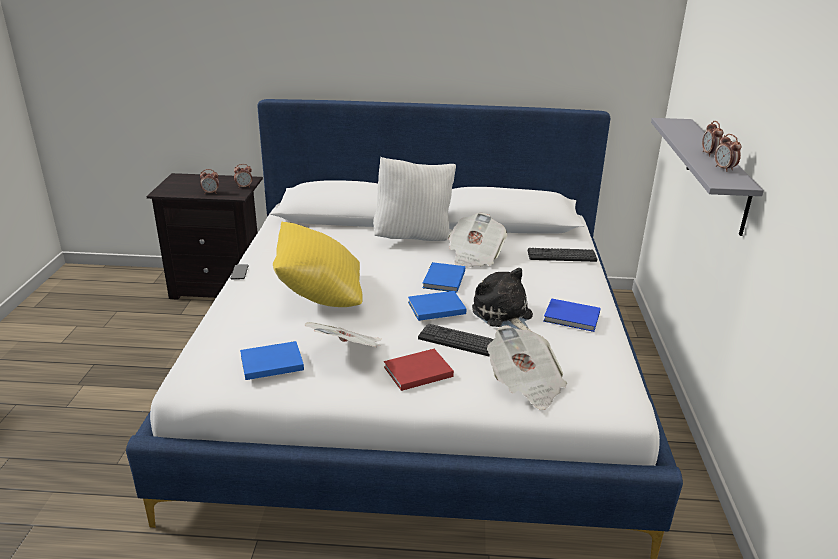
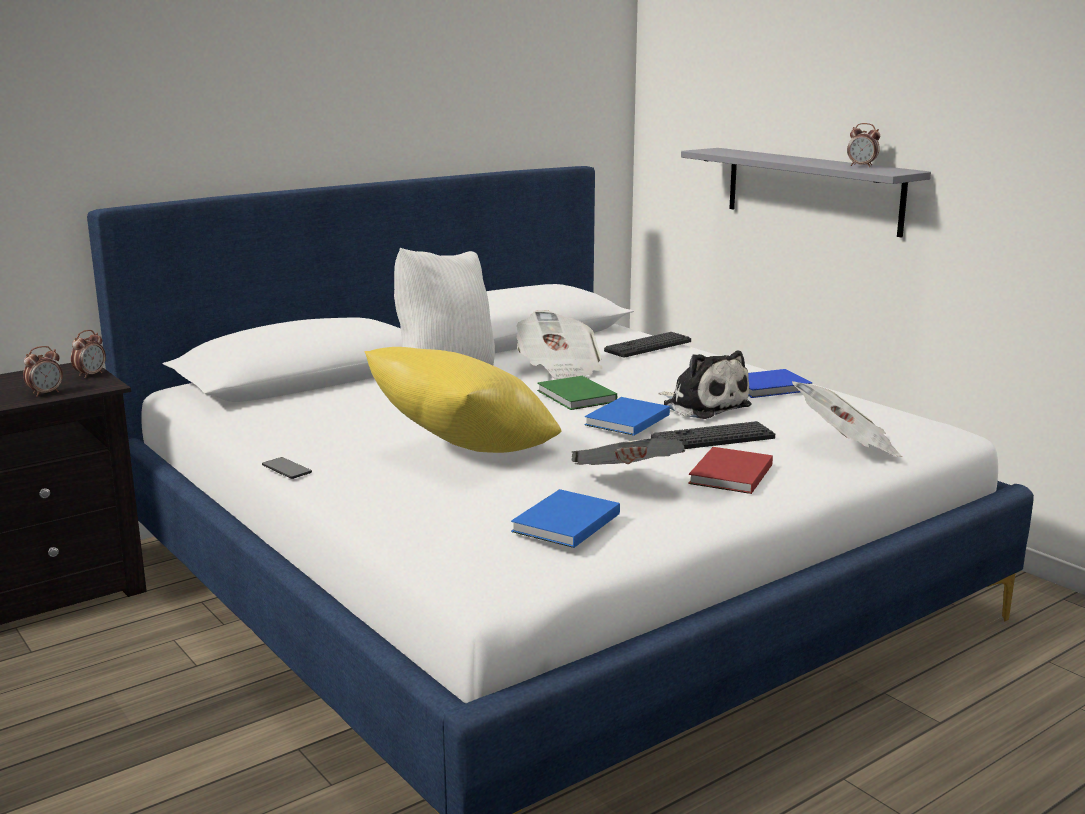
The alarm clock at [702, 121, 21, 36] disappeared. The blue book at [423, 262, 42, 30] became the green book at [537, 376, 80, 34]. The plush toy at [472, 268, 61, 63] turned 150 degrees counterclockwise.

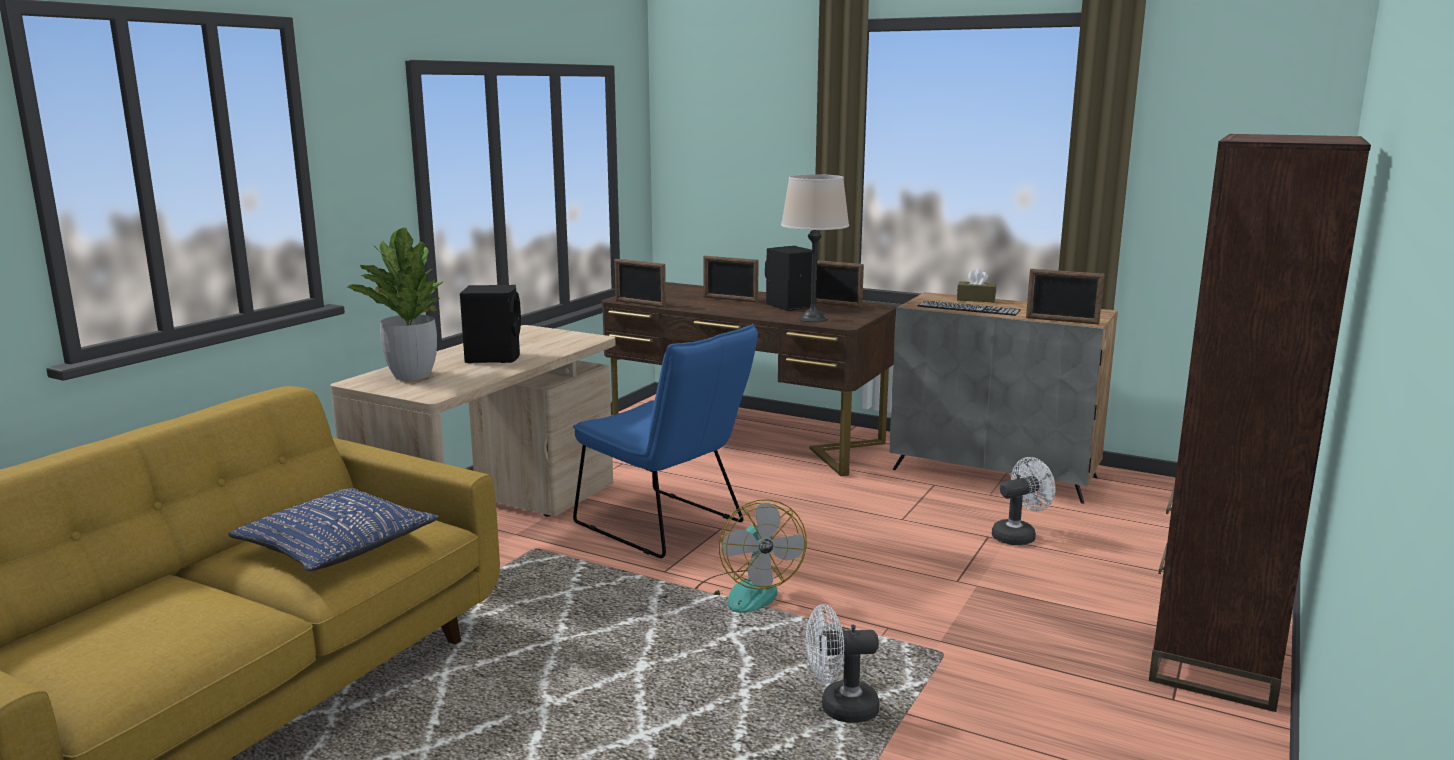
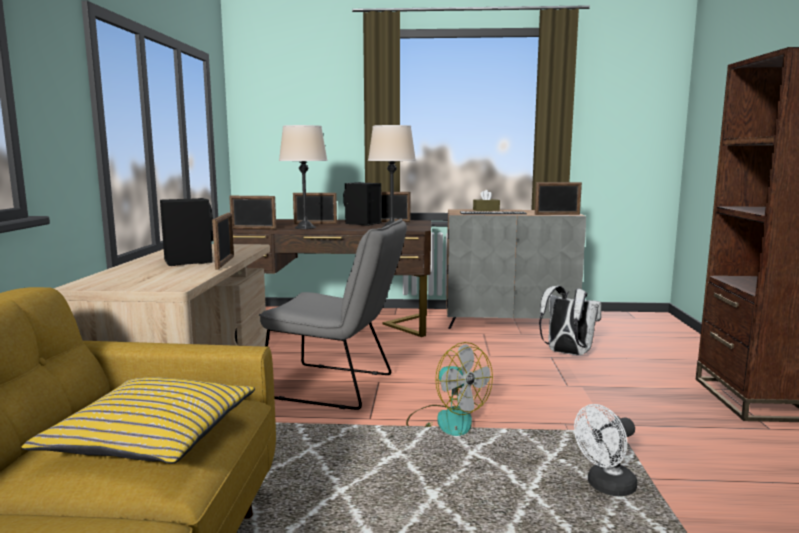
The potted plant at [347, 228, 98, 152] disappeared. The blue chair at [573, 323, 185, 235] became the grey chair at [259, 218, 148, 192]. The white fan at [992, 457, 63, 88] was replaced by the white backpack at [539, 286, 62, 69]. The blue pillow at [228, 488, 211, 83] became the yellow pillow at [22, 377, 233, 87]. The beige table lamp at [279, 125, 49, 104] appeared. The picture frame at [212, 212, 22, 58] appeared.

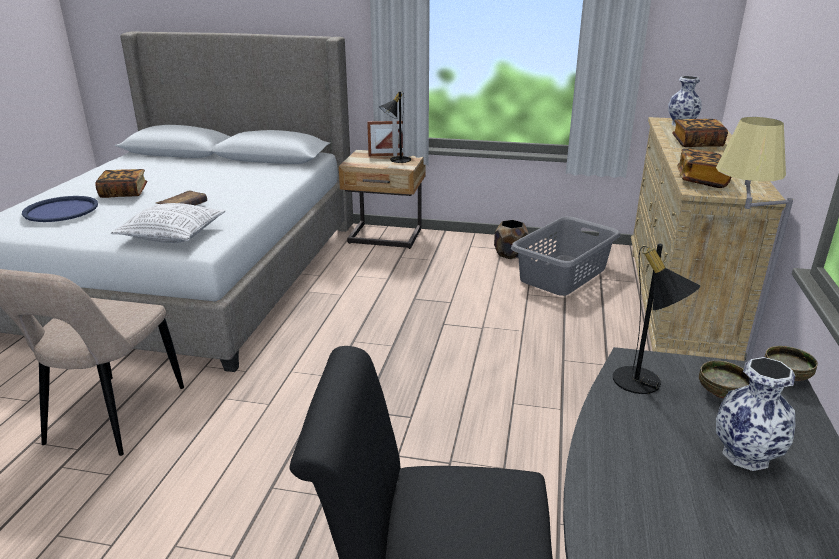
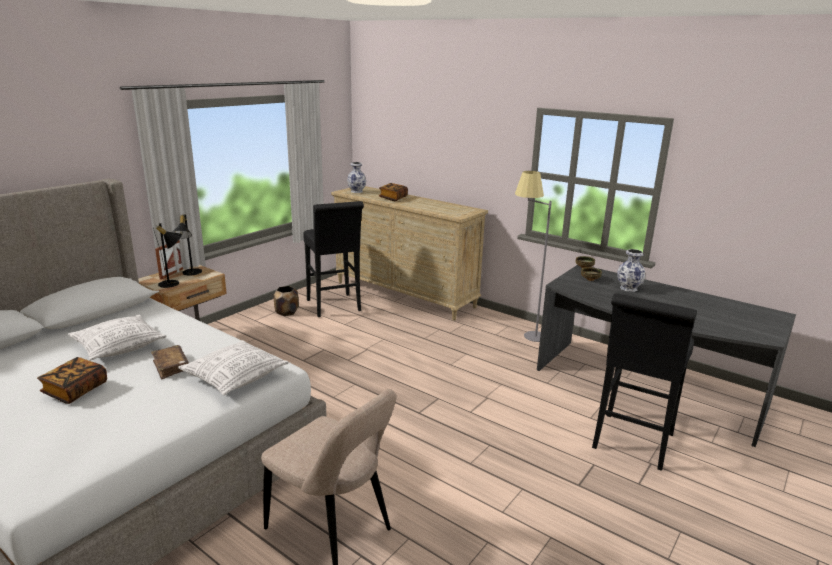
The book at [677, 149, 54, 39] disappeared. The blue tray at [22, 196, 76, 26] disappeared. The grey laundry basket at [511, 217, 110, 79] was replaced by the black stool at [303, 201, 61, 116]. The black table lamp moved from [613, 243, 88, 151] to [154, 223, 28, 65]. The pillow at [68, 315, 99, 45] appeared.

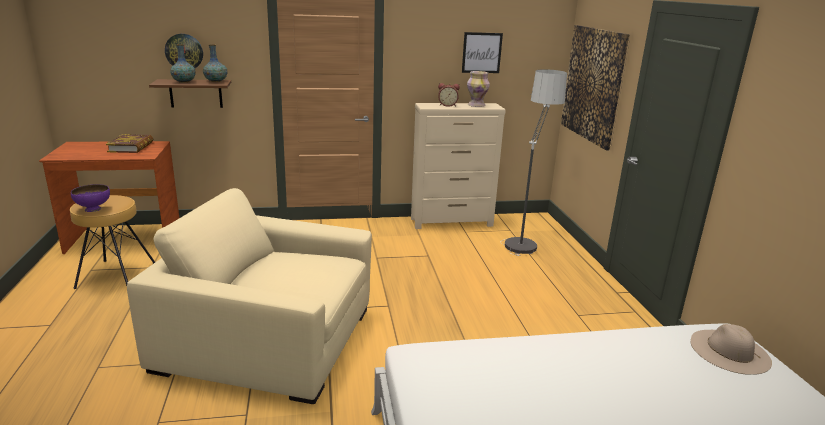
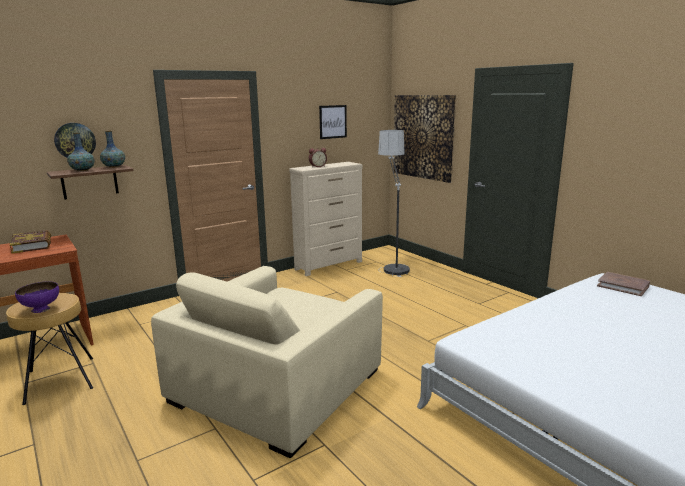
The vase at [467, 71, 23, 36] disappeared. The beige armchair at [127, 188, 245, 216] turned 45 degrees counterclockwise. The beige hat at [691, 324, 81, 51] was replaced by the brown book at [597, 272, 53, 24].

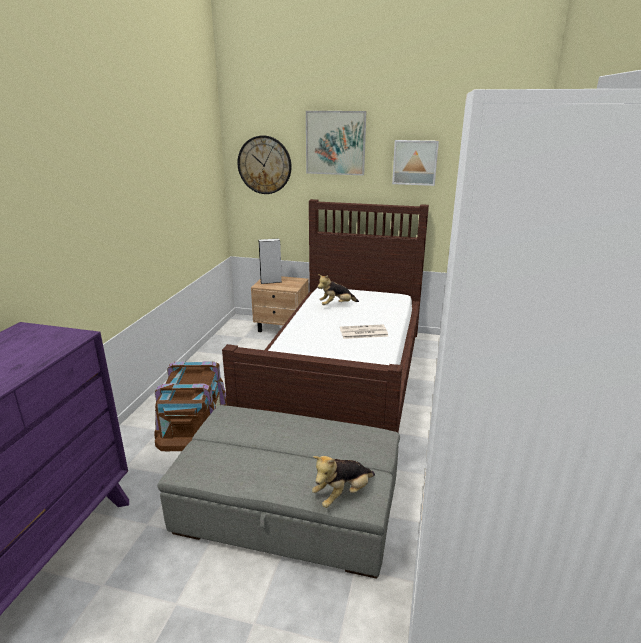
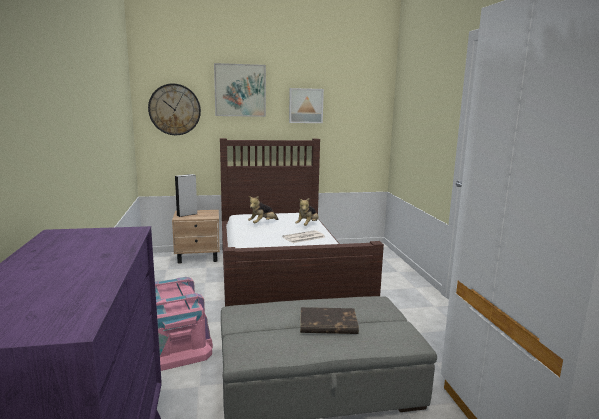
The brown storage box at [154, 361, 73, 90] became the pink storage box at [155, 277, 58, 94]. The plush toy moved from [312, 456, 63, 52] to [295, 198, 23, 28]. The brown book at [300, 307, 59, 27] appeared.

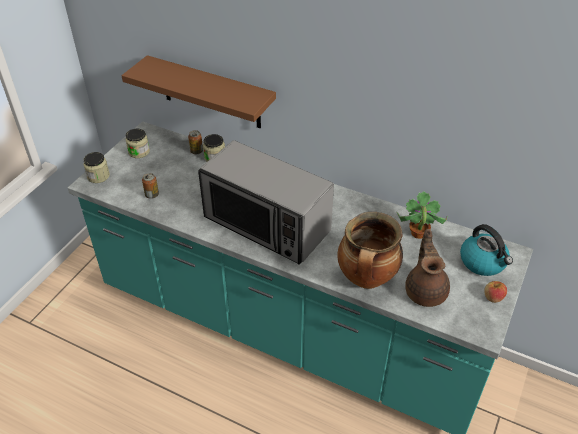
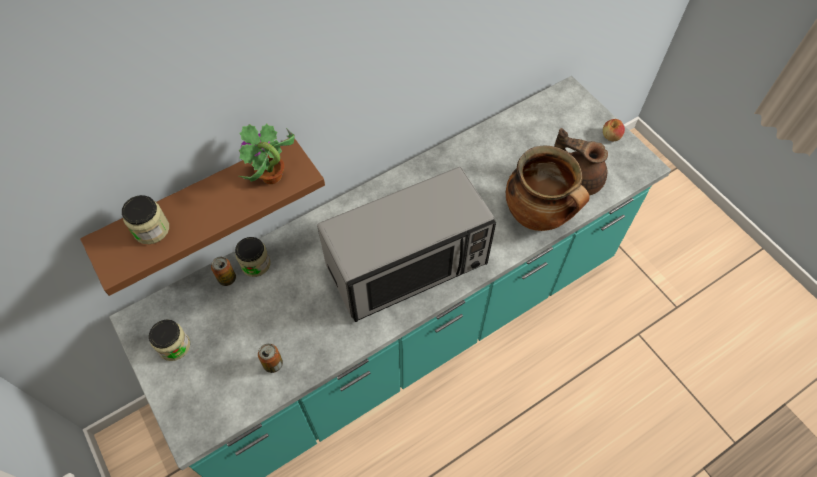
The jar moved from [83, 152, 27, 31] to [122, 195, 47, 49]. The potted plant moved from [397, 191, 51, 48] to [239, 124, 56, 60]. The kettle at [460, 224, 53, 52] disappeared.

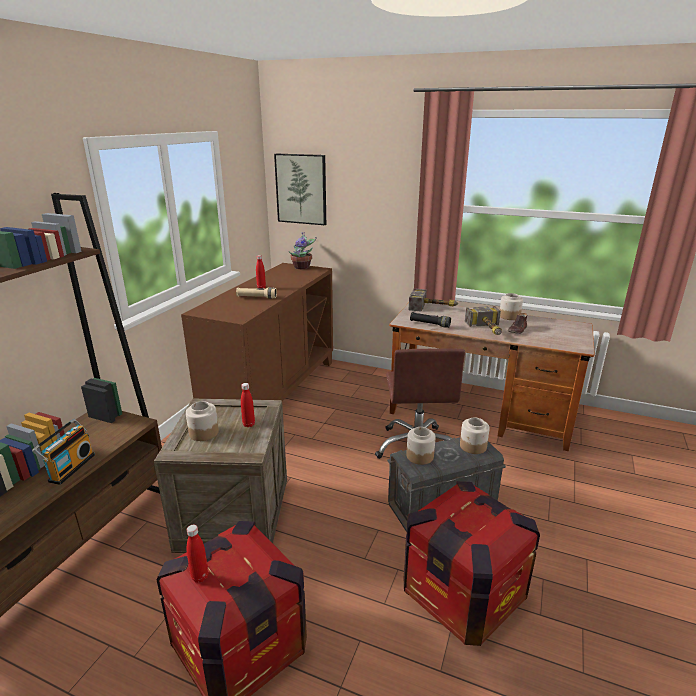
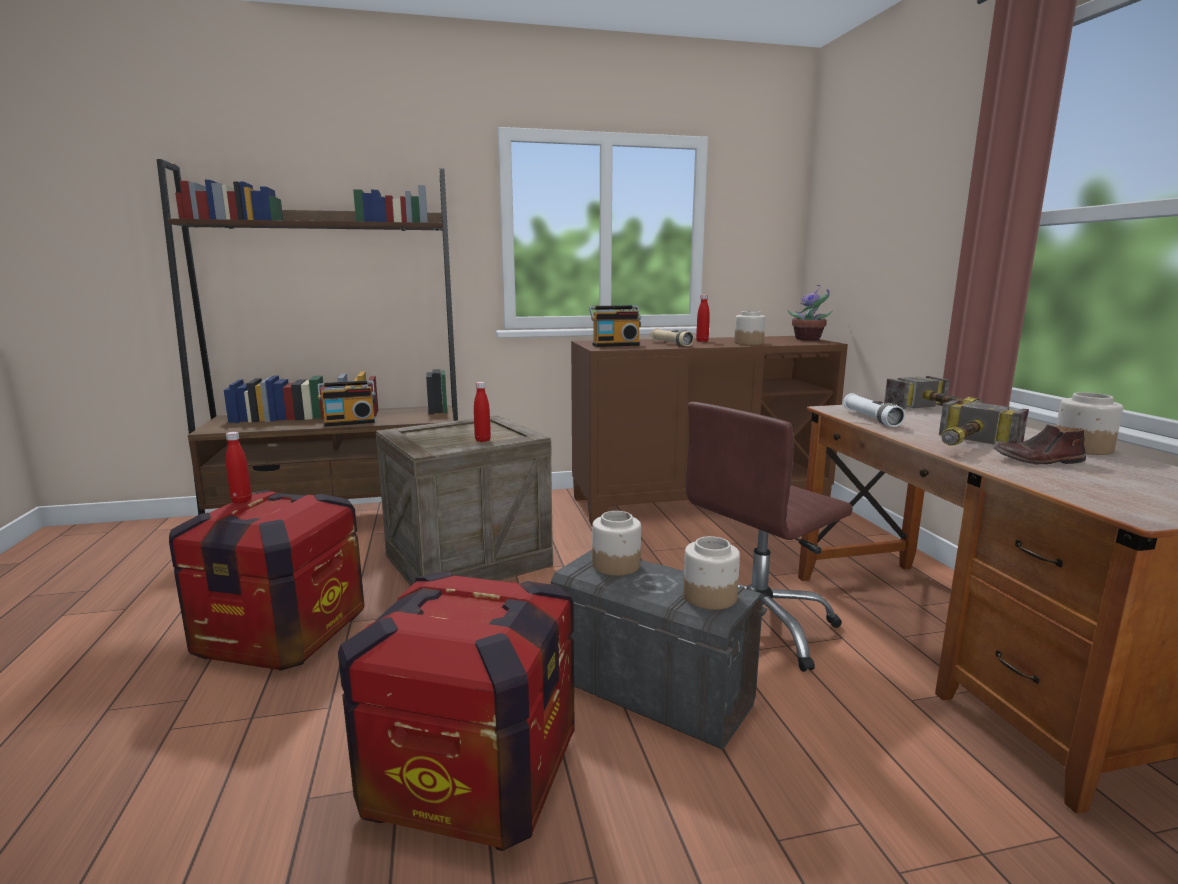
The picture at [274, 154, 52, 71] disappeared. The black flashlight at [410, 312, 41, 16] became the white flashlight at [842, 393, 63, 34]. The jar moved from [186, 401, 33, 40] to [734, 311, 32, 34]. The radio at [589, 305, 52, 42] appeared.

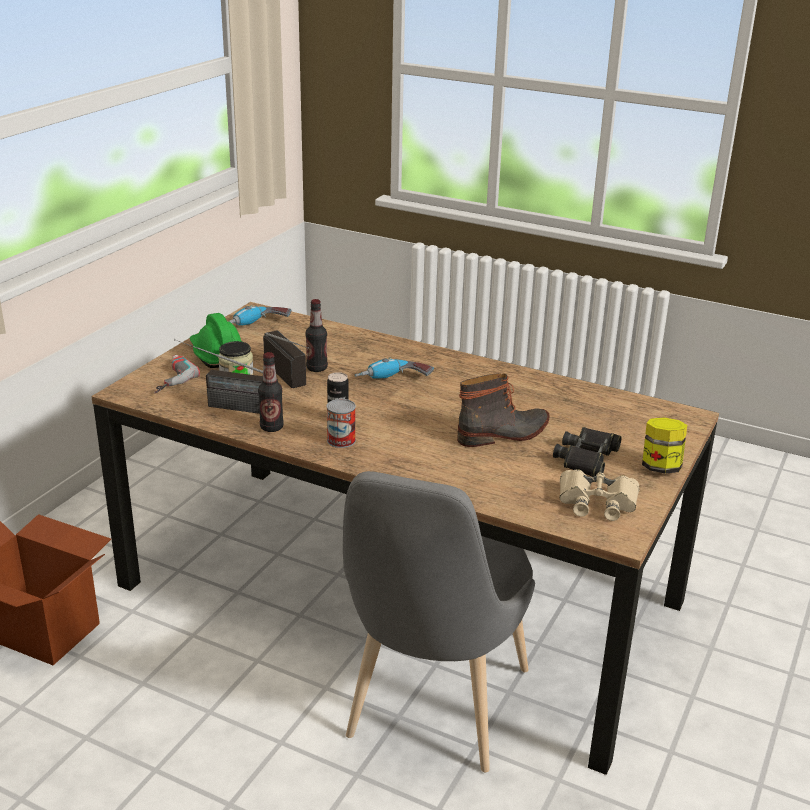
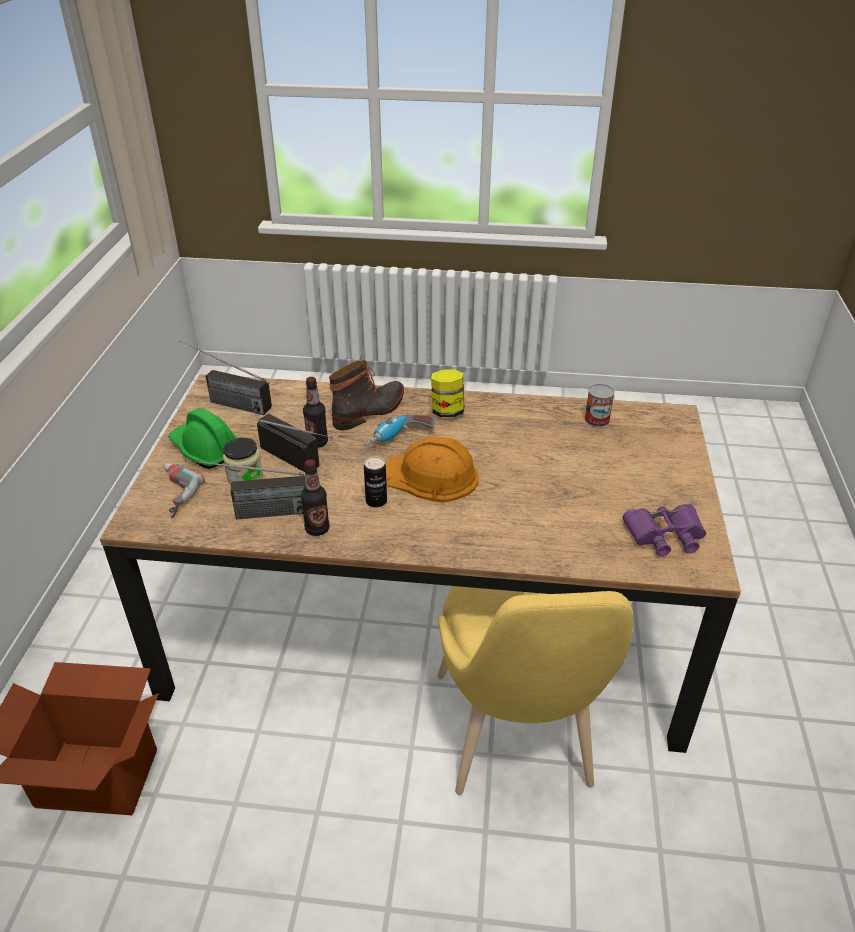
The power drill at [228, 305, 63, 21] was replaced by the radio at [179, 341, 93, 74]. The boot moved from [457, 373, 93, 74] to [329, 360, 75, 71]. The can moved from [327, 399, 29, 49] to [584, 384, 31, 43]. The jar moved from [642, 417, 45, 57] to [431, 370, 33, 47]. The black binoculars at [553, 427, 68, 50] disappeared. The beige binoculars at [560, 469, 80, 52] became the purple binoculars at [622, 504, 84, 52]. The grey chair at [343, 471, 192, 301] became the yellow chair at [437, 586, 197, 209]. The orange hard hat at [385, 437, 94, 66] appeared.

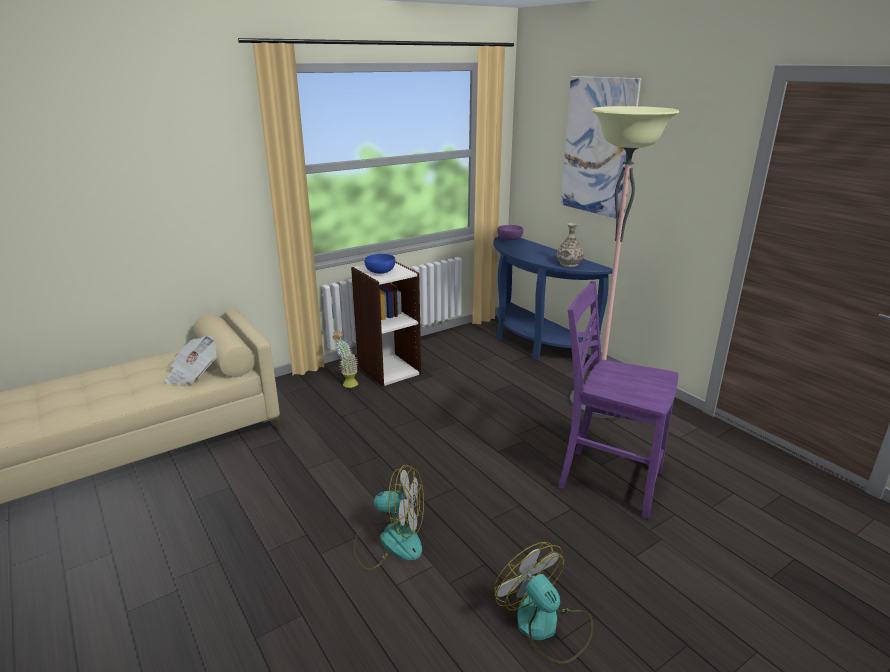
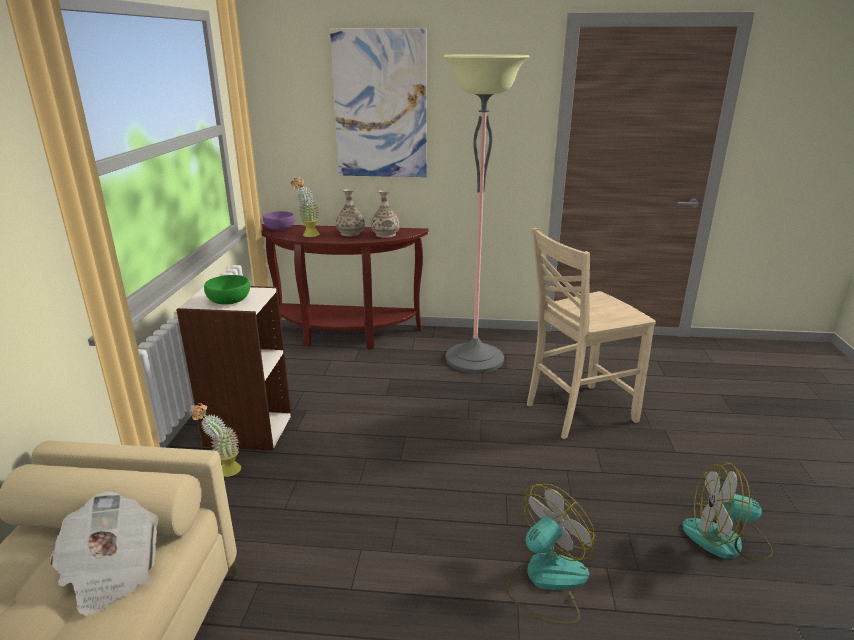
The blue console table at [493, 235, 120, 126] became the brown console table at [261, 224, 167, 125]. The blue bowl at [365, 254, 30, 20] became the green bowl at [204, 275, 46, 29]. The purple chair at [558, 281, 120, 238] became the beige chair at [527, 228, 129, 211]. The potted plant at [291, 178, 28, 59] appeared. The vase at [336, 189, 29, 47] appeared.

